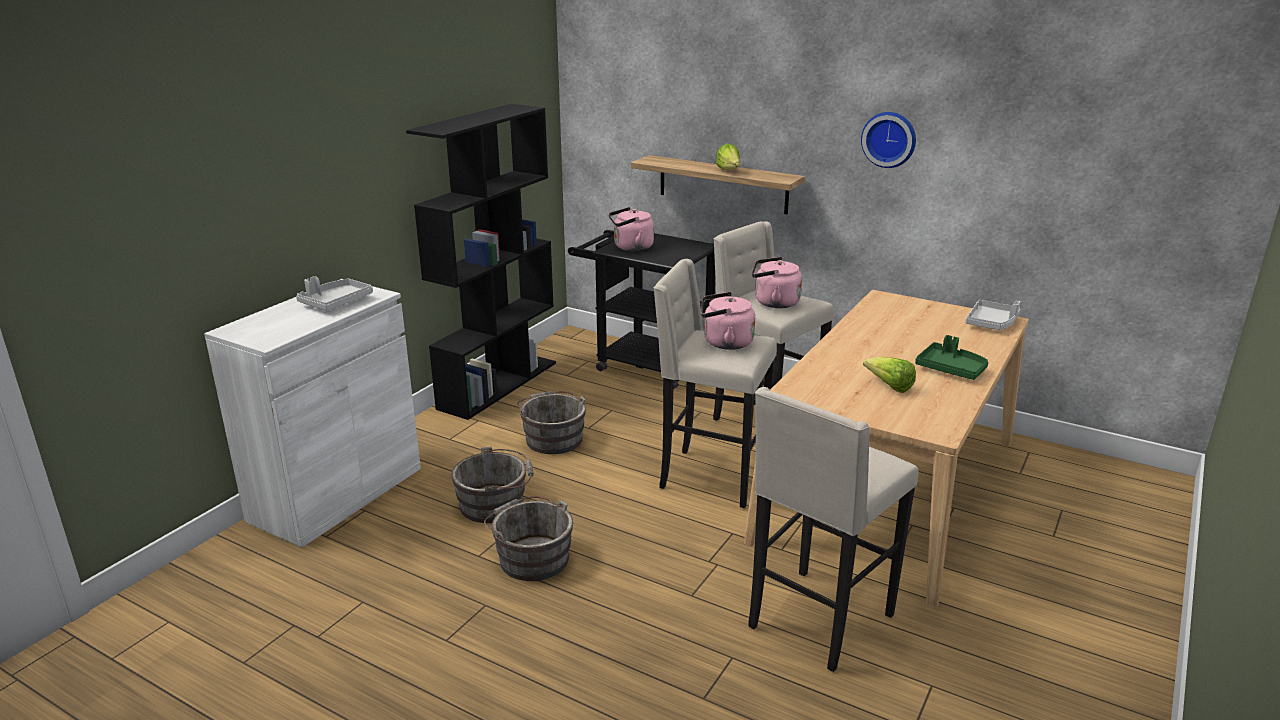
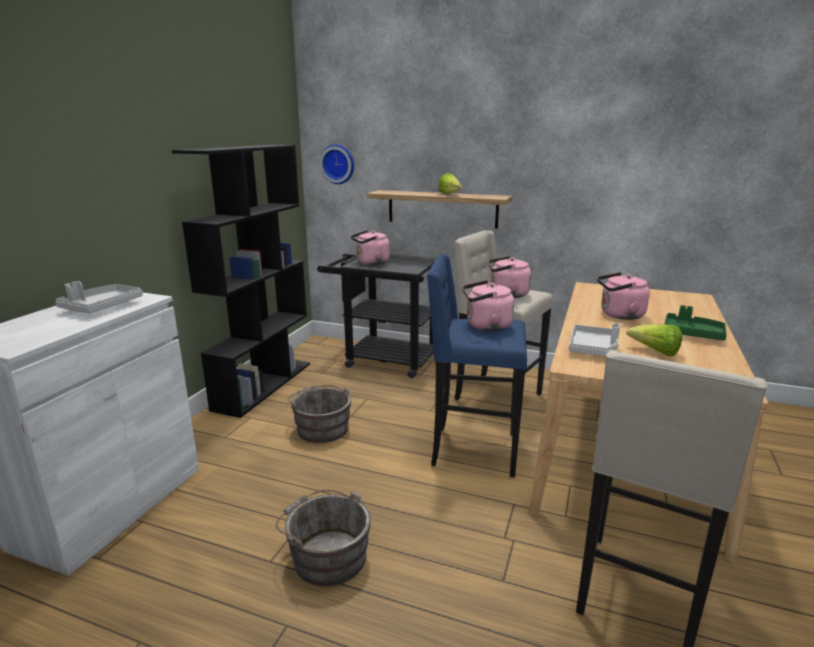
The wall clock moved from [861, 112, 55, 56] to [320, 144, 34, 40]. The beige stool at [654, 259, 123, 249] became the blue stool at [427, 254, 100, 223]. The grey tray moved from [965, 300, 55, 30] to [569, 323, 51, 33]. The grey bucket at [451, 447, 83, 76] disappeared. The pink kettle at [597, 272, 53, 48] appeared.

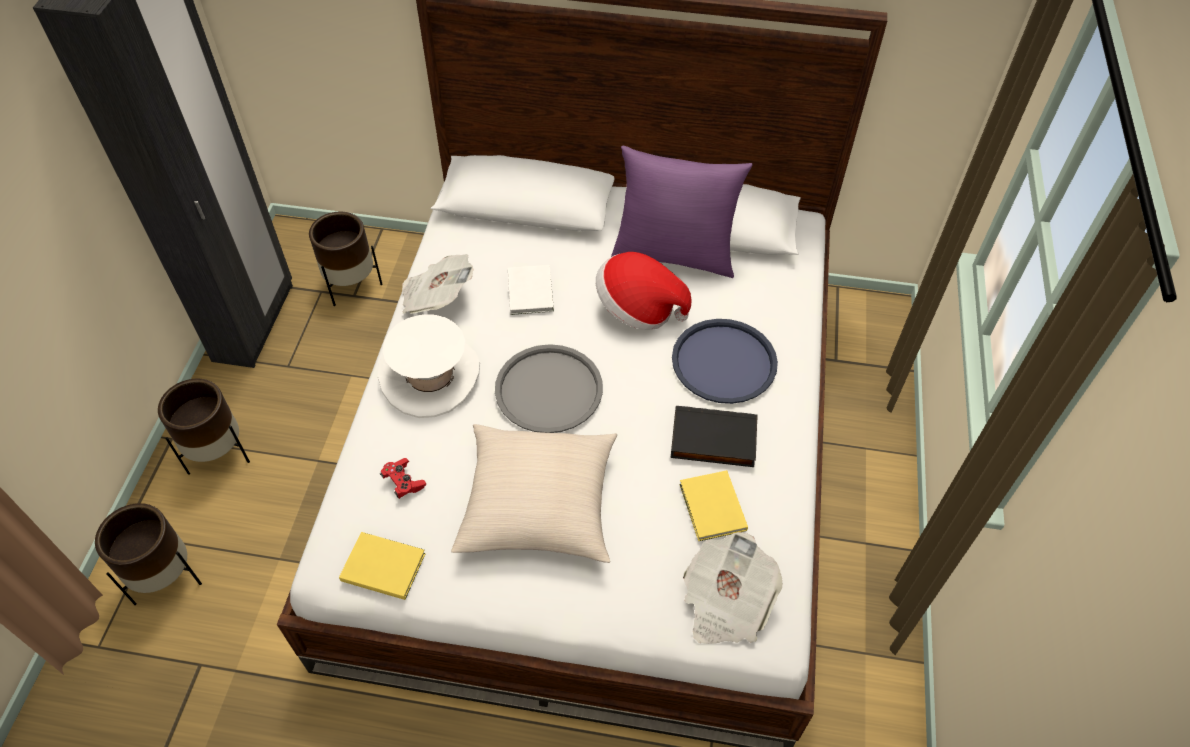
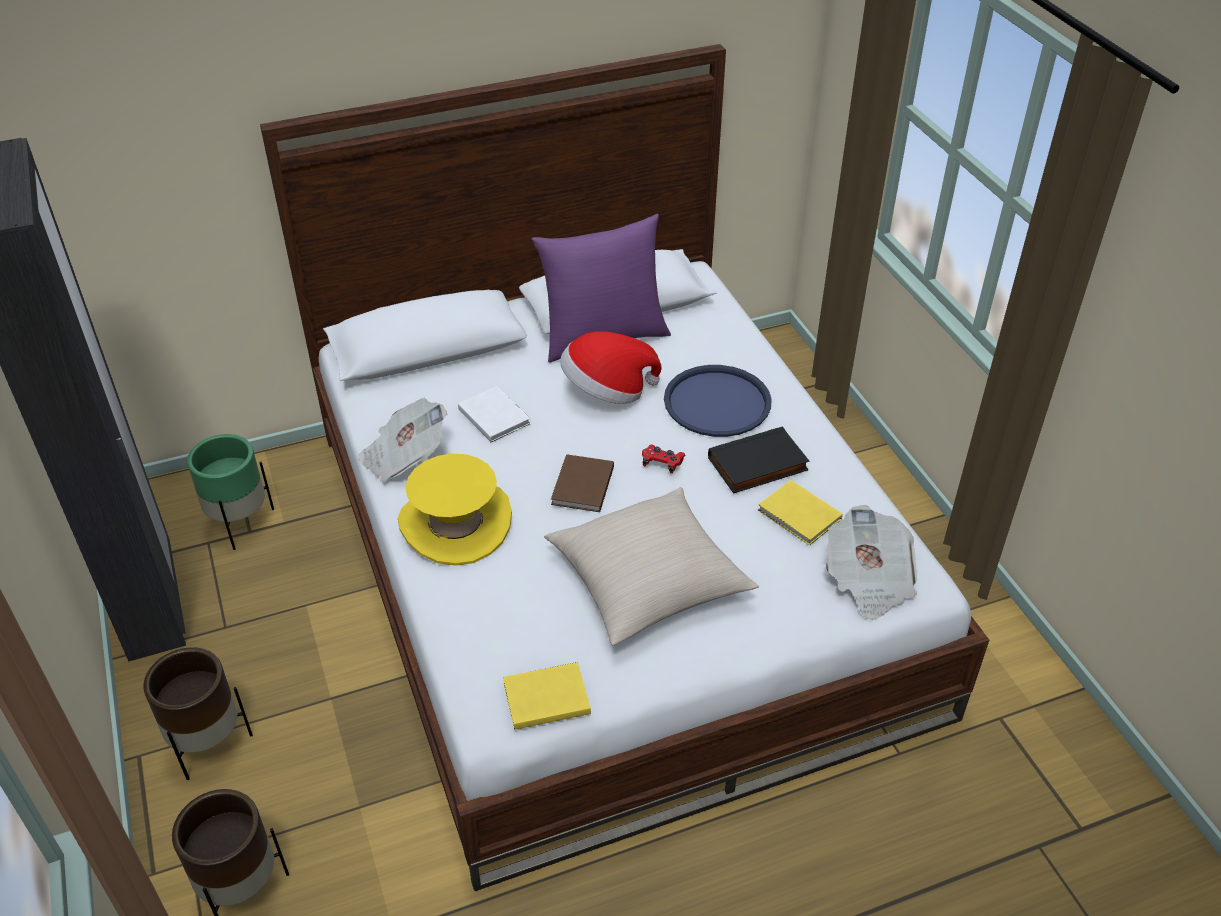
The brown planter at [309, 211, 73, 95] became the green planter at [187, 434, 87, 116]. The white hat at [378, 314, 102, 104] became the yellow hat at [398, 454, 114, 112]. The grey tray at [495, 344, 108, 89] was replaced by the brown book at [551, 454, 63, 58]. The red game controller moved from [380, 458, 46, 41] to [642, 445, 44, 28].

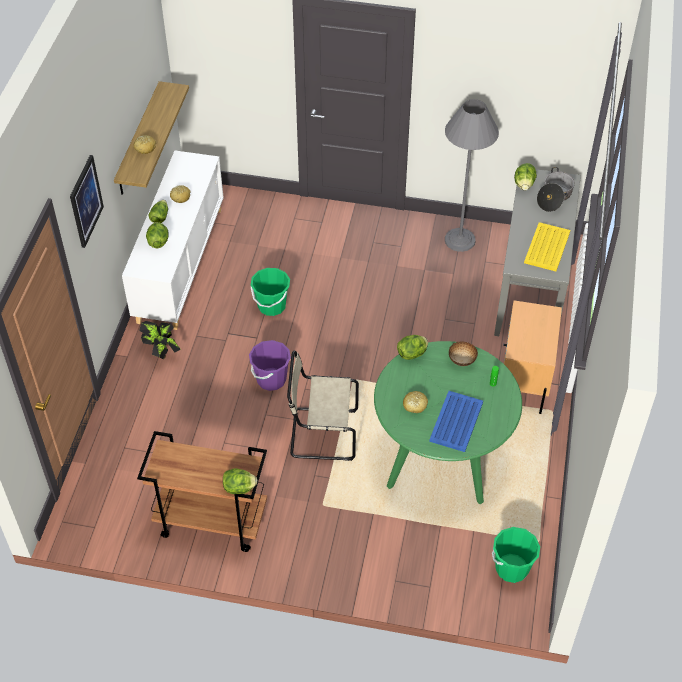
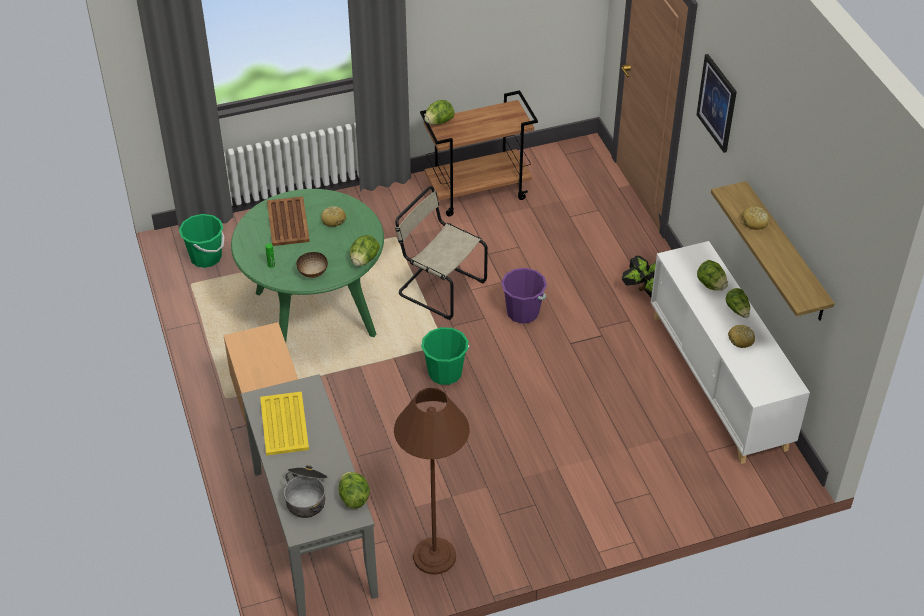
The grey floor lamp at [445, 99, 54, 153] became the brown floor lamp at [394, 388, 76, 187]. The green bucket moved from [251, 268, 39, 48] to [421, 327, 48, 58]. The beige chair at [287, 351, 72, 110] turned 120 degrees counterclockwise. The blue tray at [429, 391, 54, 61] became the brown tray at [267, 196, 43, 50].

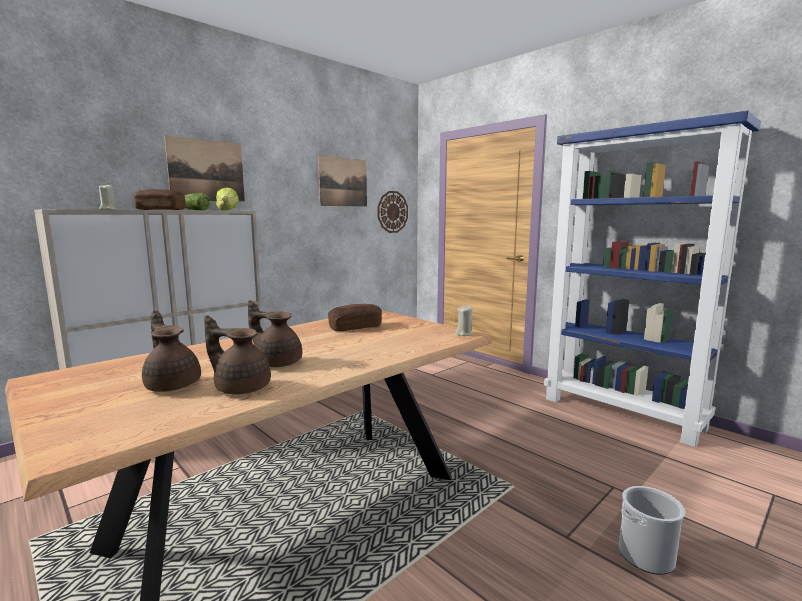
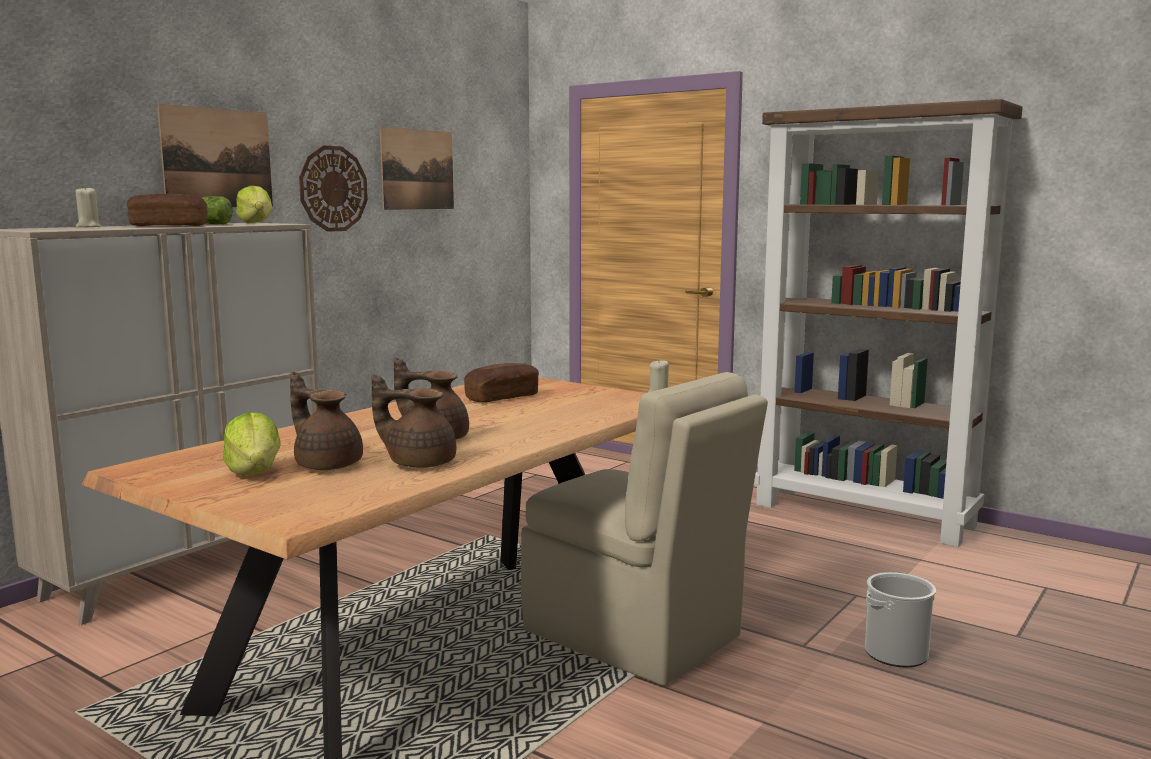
The blue bookcase at [544, 111, 217, 336] became the brown bookcase at [754, 99, 269, 448]. The wall clock moved from [377, 191, 31, 42] to [299, 146, 69, 86]. The beige chair at [521, 372, 247, 314] appeared. The lettuce at [223, 412, 58, 64] appeared.

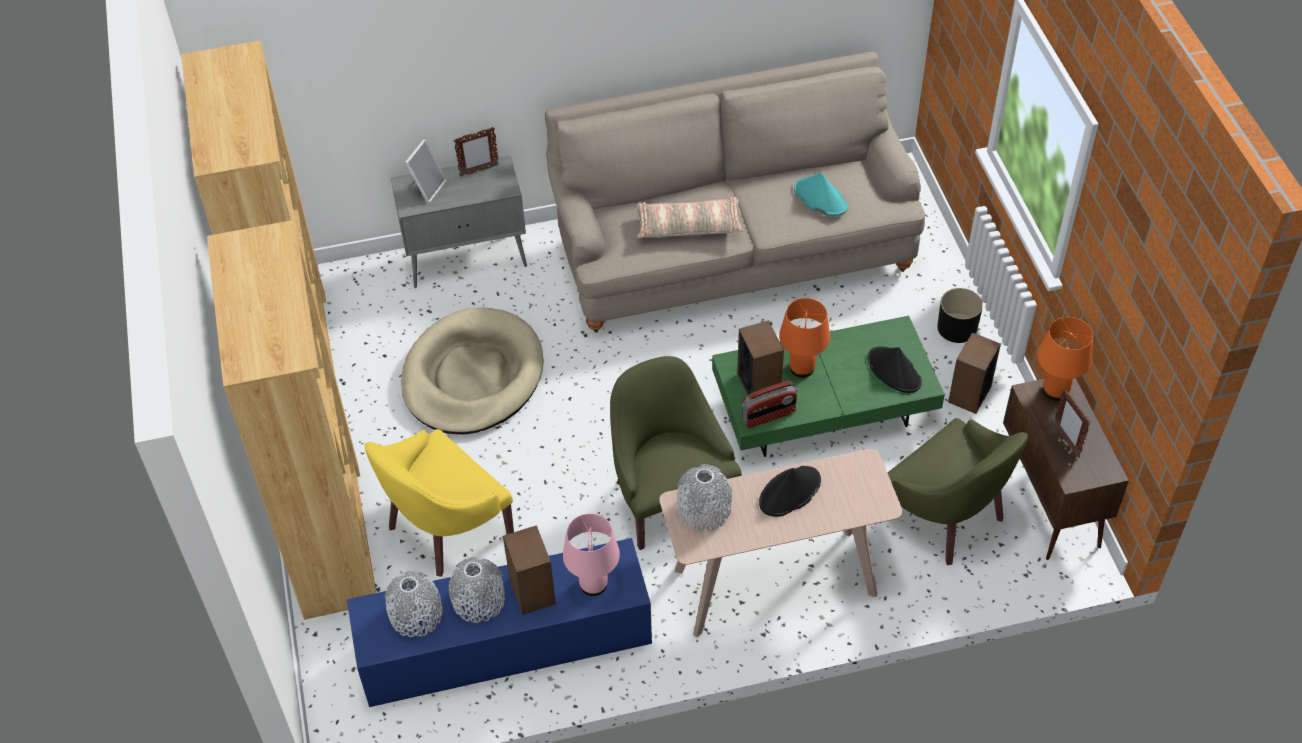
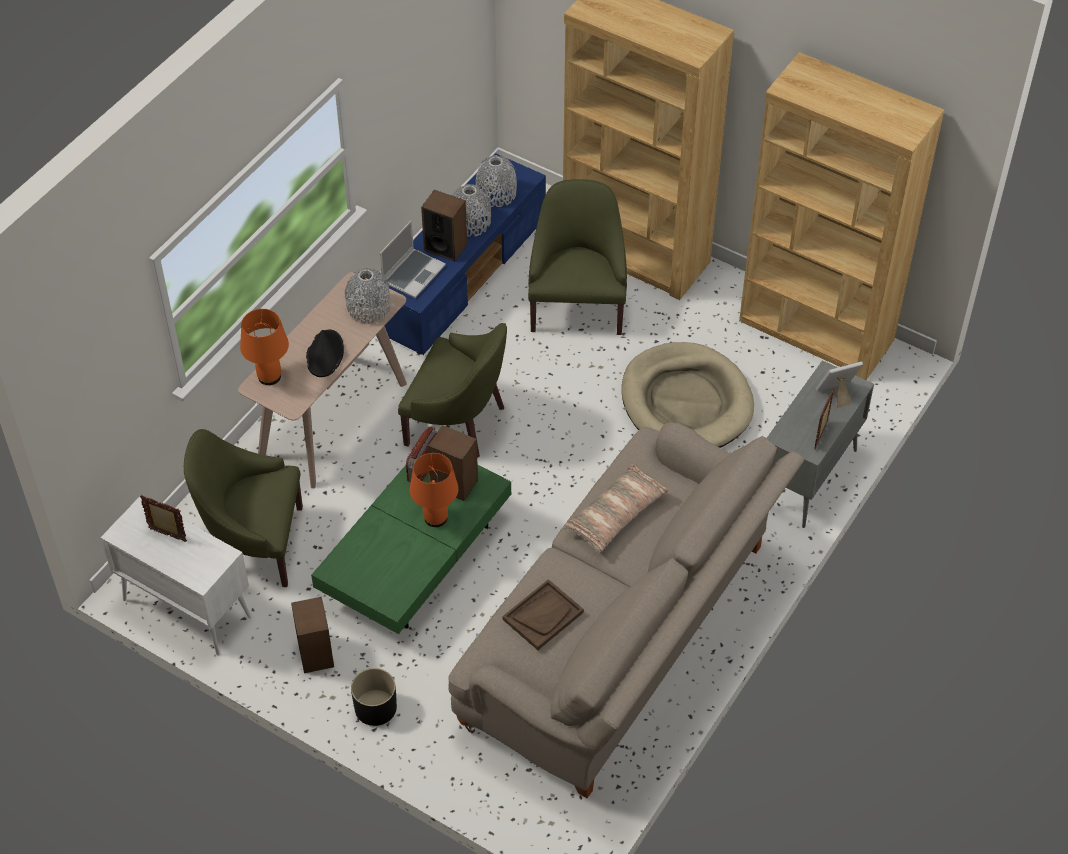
The picture frame at [405, 139, 42, 64] turned 90 degrees clockwise. The turquoise hat at [794, 172, 54, 44] was replaced by the brown tray at [503, 579, 81, 71]. The orange table lamp moved from [1037, 317, 56, 84] to [240, 309, 49, 76]. The black hat at [867, 346, 55, 47] disappeared. The brown cabinet at [1003, 378, 126, 182] became the white cabinet at [100, 497, 151, 158]. The yellow armchair at [365, 429, 149, 148] became the green armchair at [528, 179, 99, 156]. The pink table lamp at [563, 514, 57, 82] was replaced by the laptop at [380, 220, 66, 78].

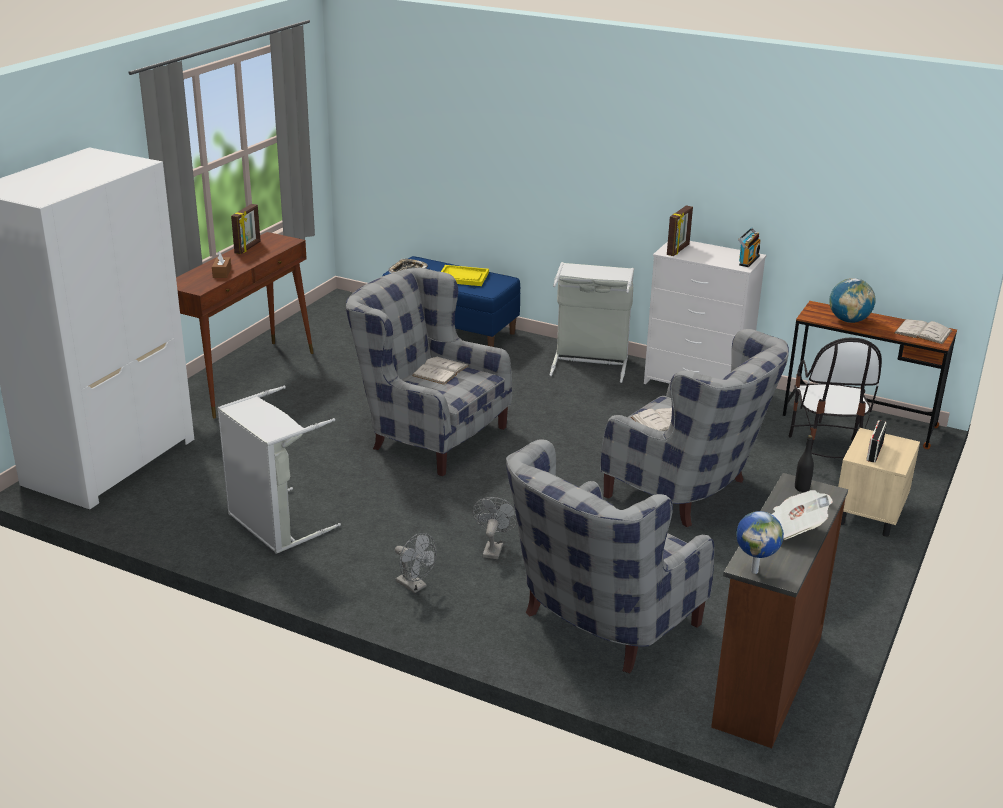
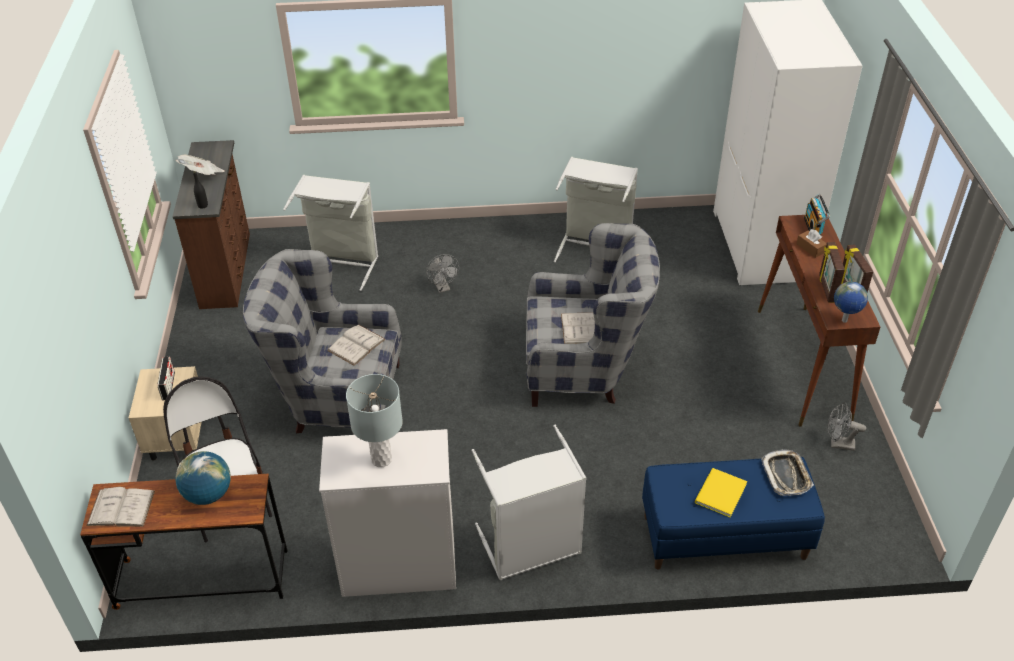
The picture frame moved from [667, 205, 26, 51] to [819, 242, 26, 61]. The radio moved from [738, 228, 23, 39] to [804, 194, 26, 42]. The yellow tray at [441, 265, 48, 21] was replaced by the yellow book at [695, 468, 52, 49]. The grey armchair at [506, 439, 208, 234] was replaced by the grey laundry basket at [283, 175, 95, 116]. The globe moved from [736, 511, 48, 63] to [834, 282, 34, 41]. The grey fan moved from [395, 533, 41, 60] to [828, 402, 38, 49]. The grey table lamp at [346, 374, 57, 93] appeared.

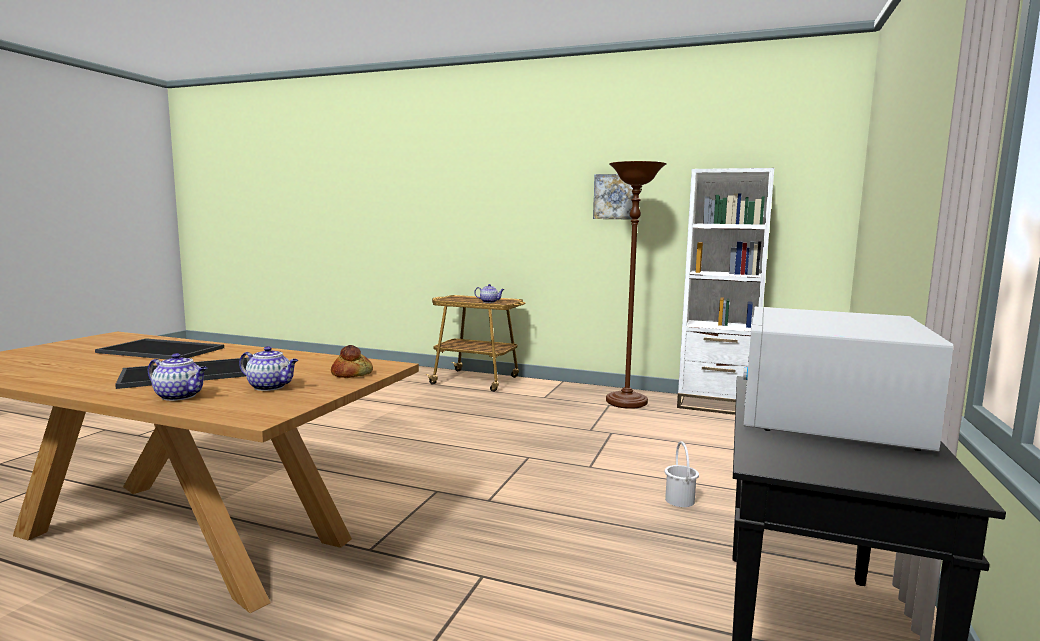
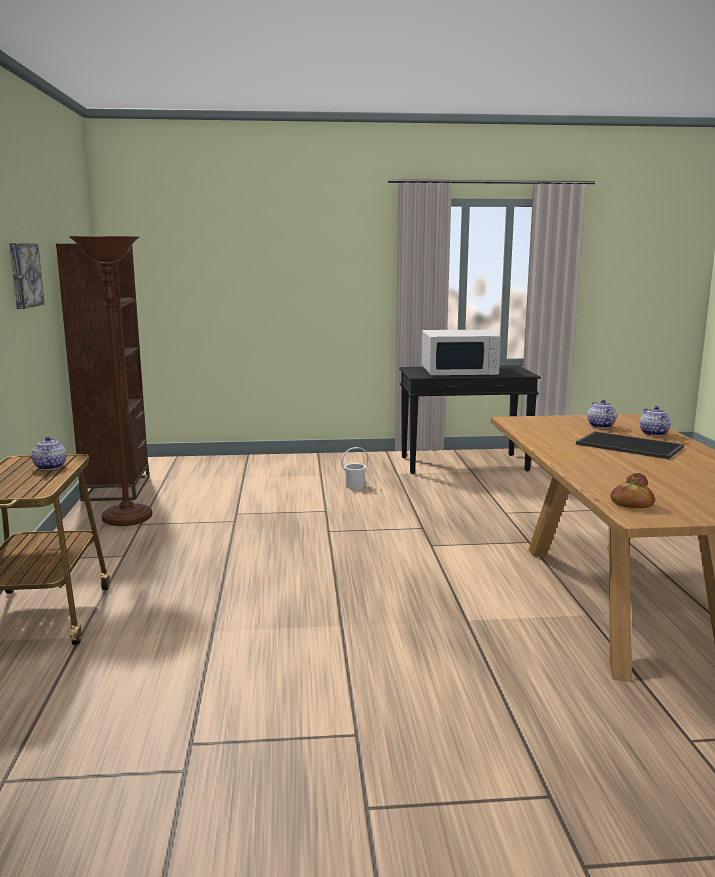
The white bookcase at [677, 168, 97, 247] became the brown bookcase at [56, 244, 93, 257]. The tray at [95, 338, 129, 21] disappeared. The bread moved from [331, 345, 42, 33] to [611, 473, 44, 35].

